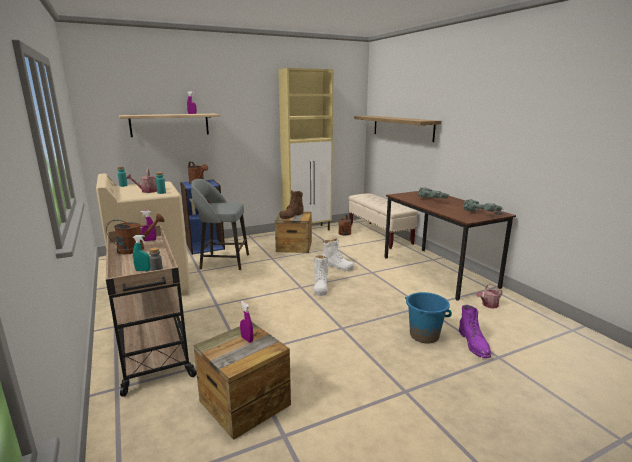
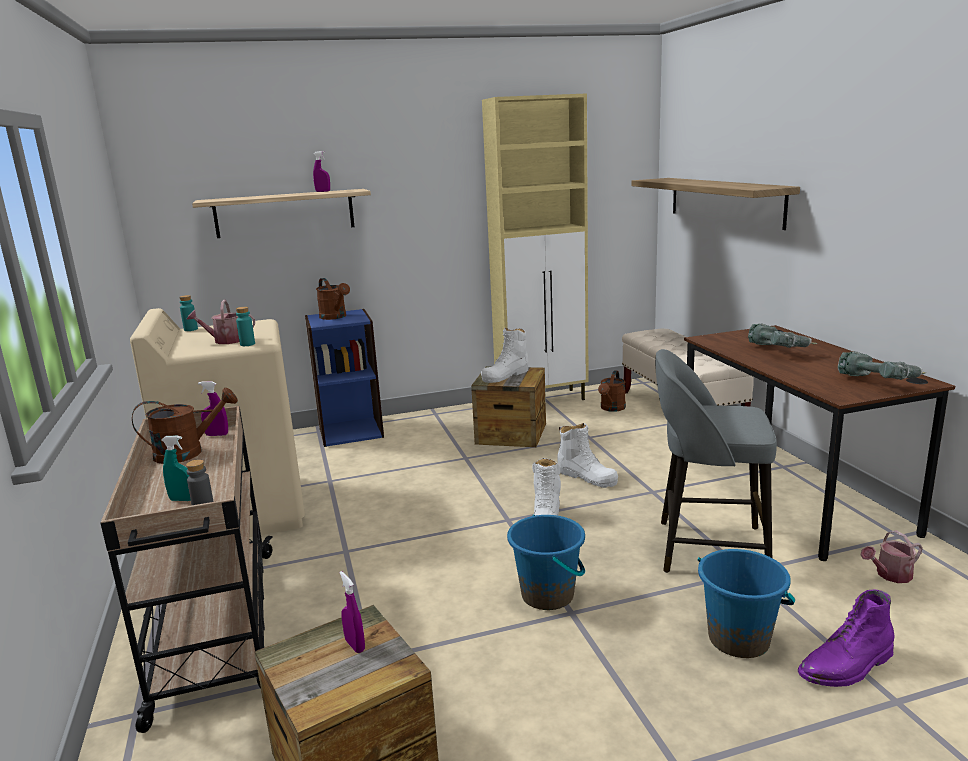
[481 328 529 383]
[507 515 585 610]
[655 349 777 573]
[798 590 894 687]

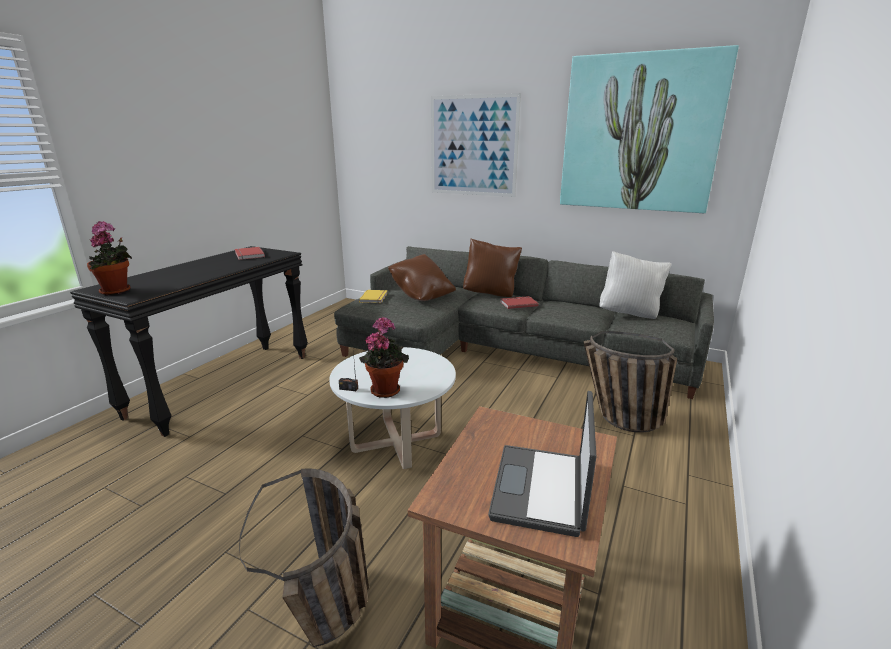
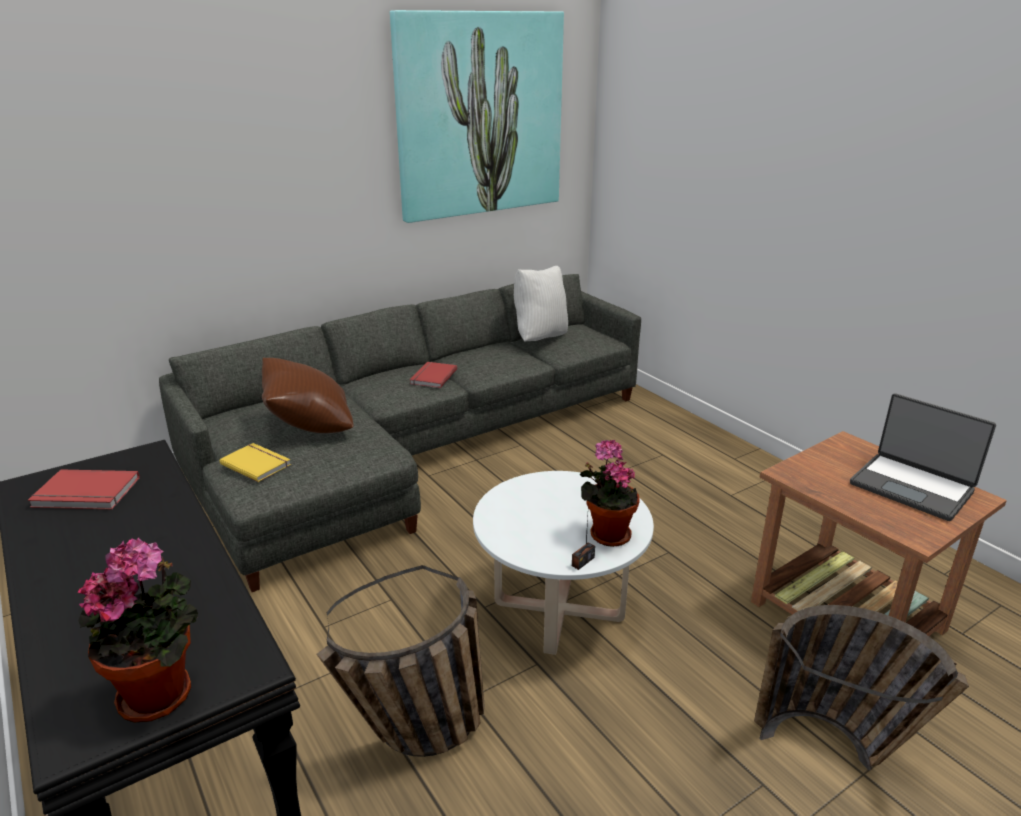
[316 565 484 757]
[431 93 521 197] (first image)
[463 238 522 297] (first image)

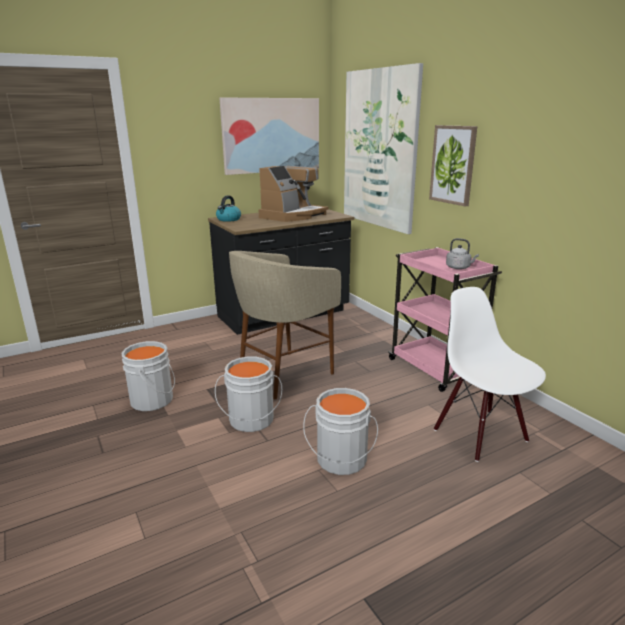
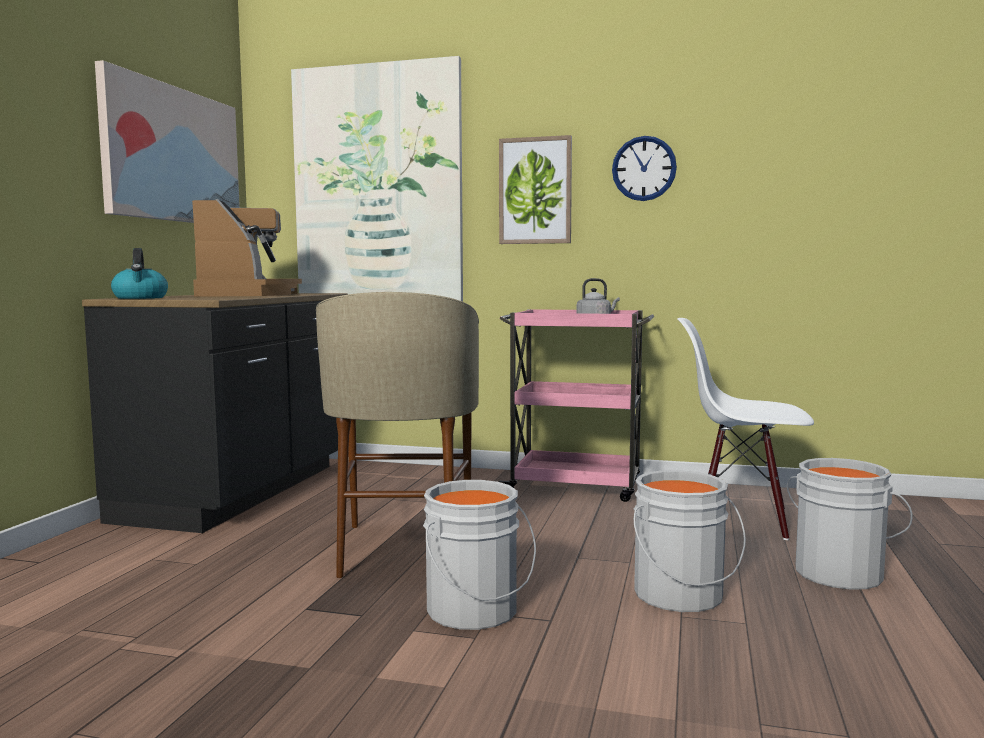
[612 136 677 201]
[787 458 913 590]

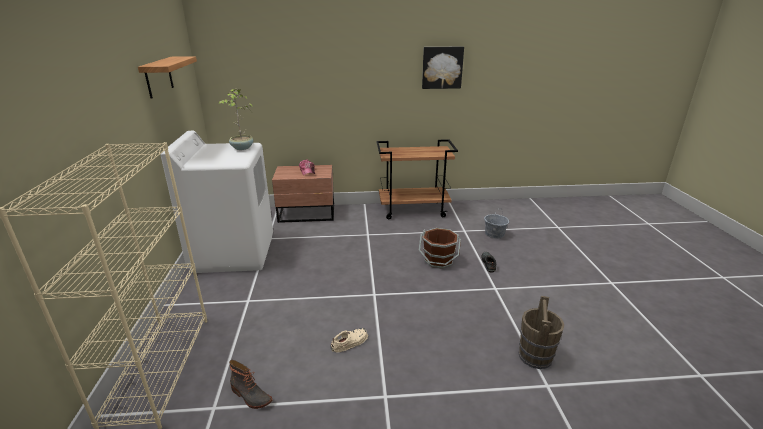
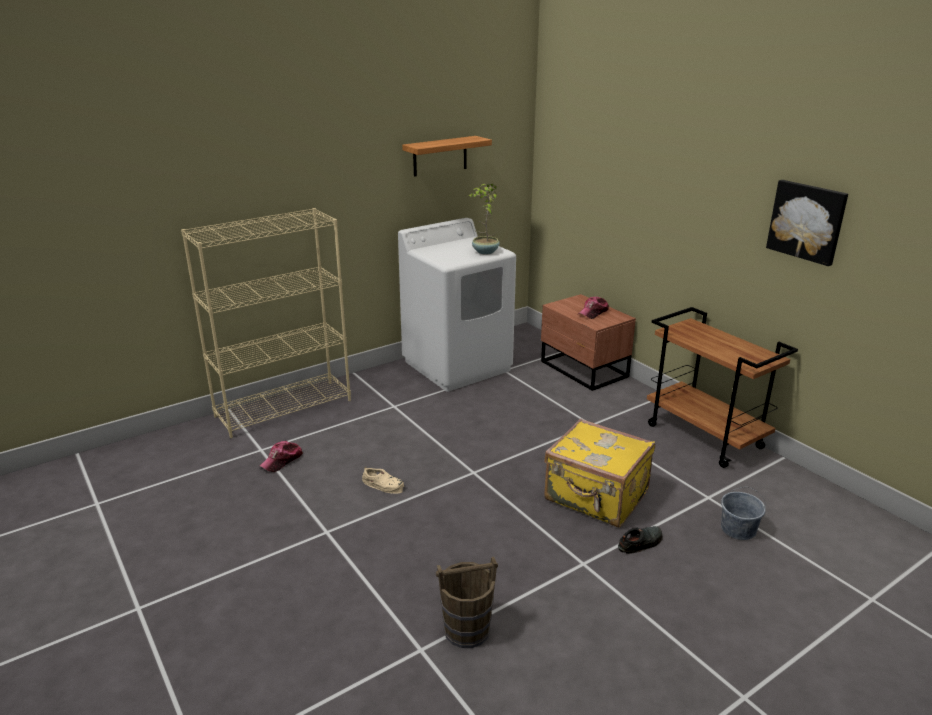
[260 441 303 472]
[544 418 655 528]

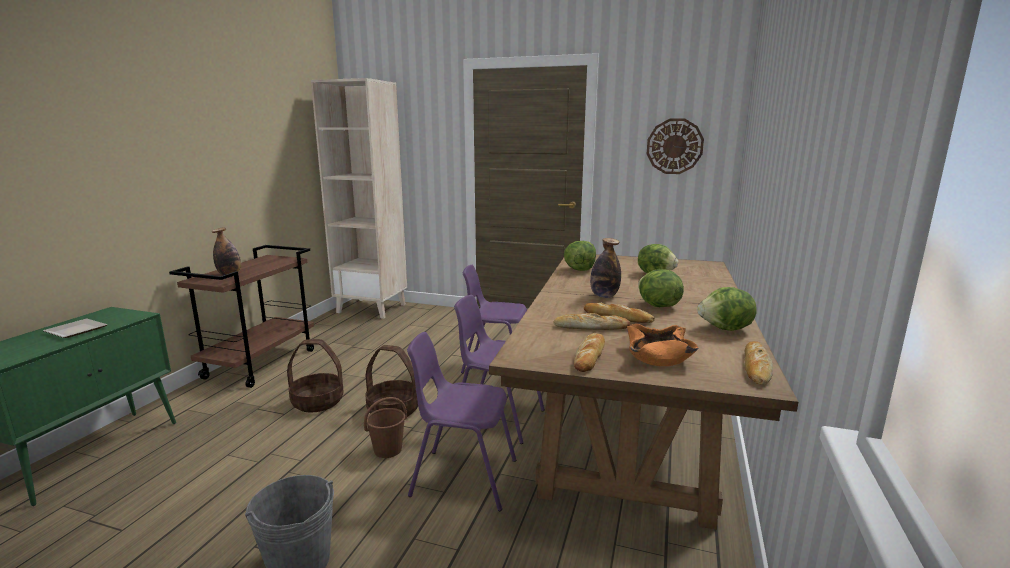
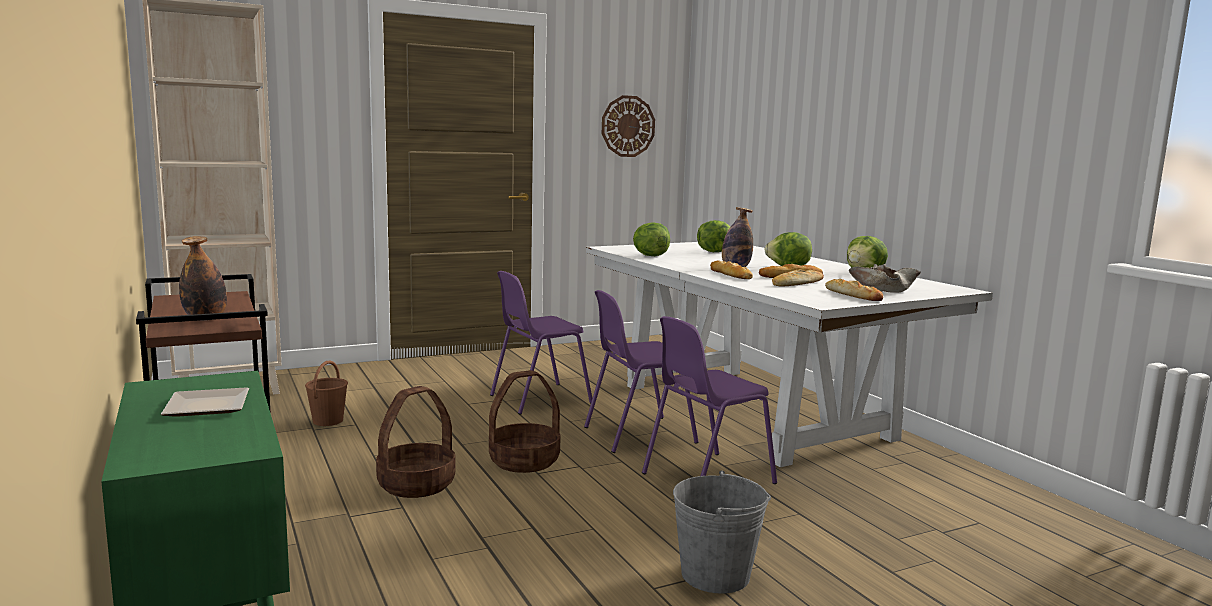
[305 360 348 426]
[586 242 993 467]
[710 260 753 279]
[849 264 921 293]

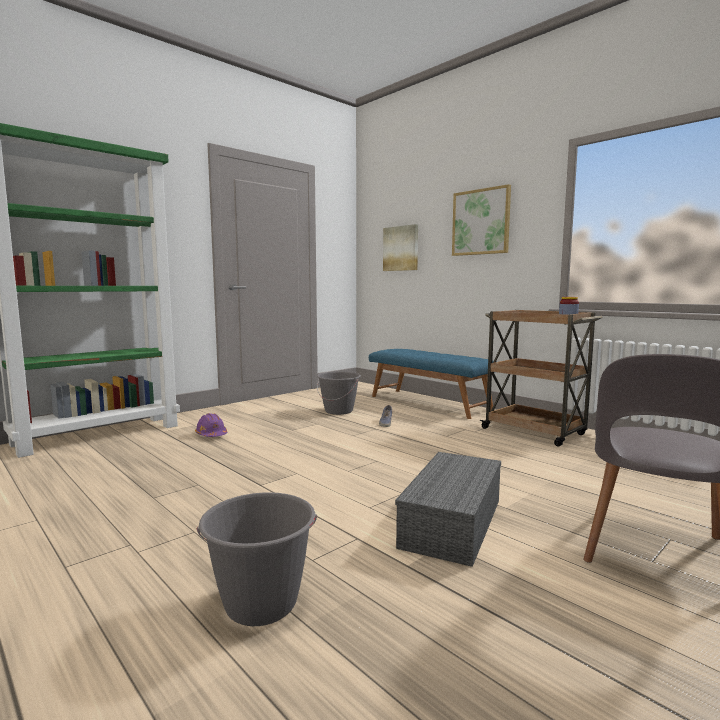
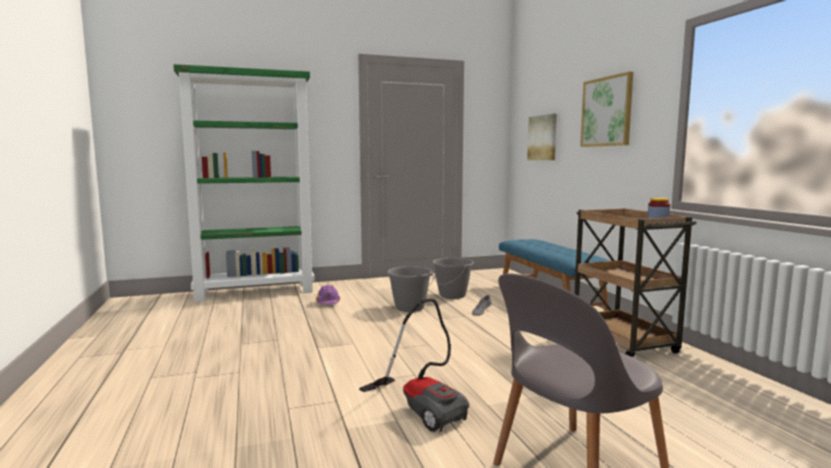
[359 298 469 432]
[387 266 434 312]

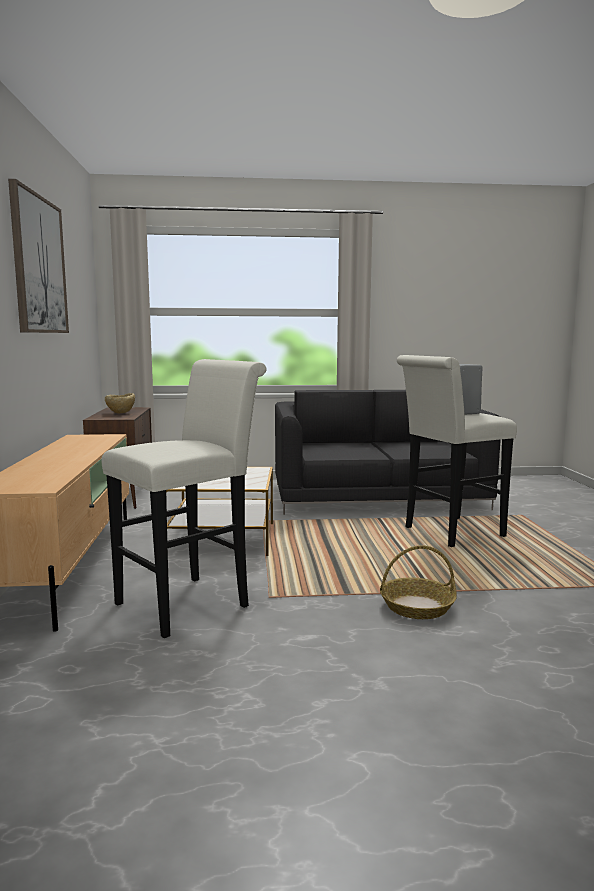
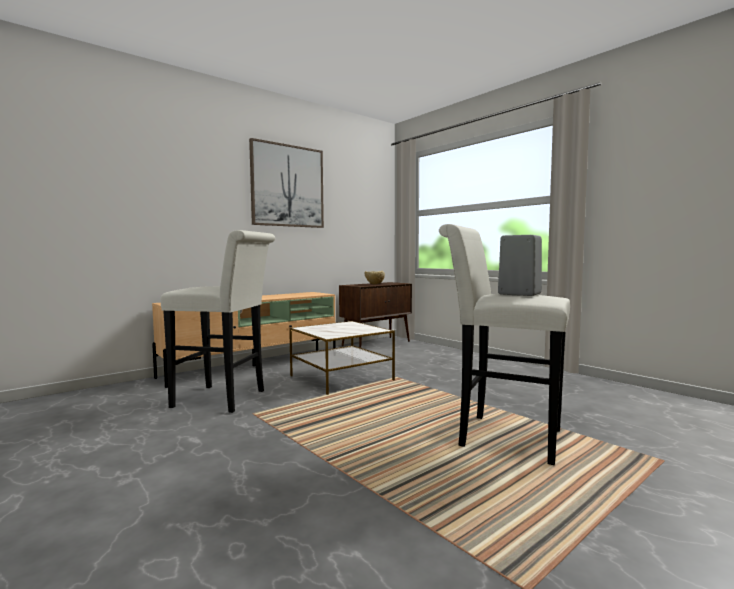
[275 390 501 515] (first image)
[380 545 457 619] (first image)

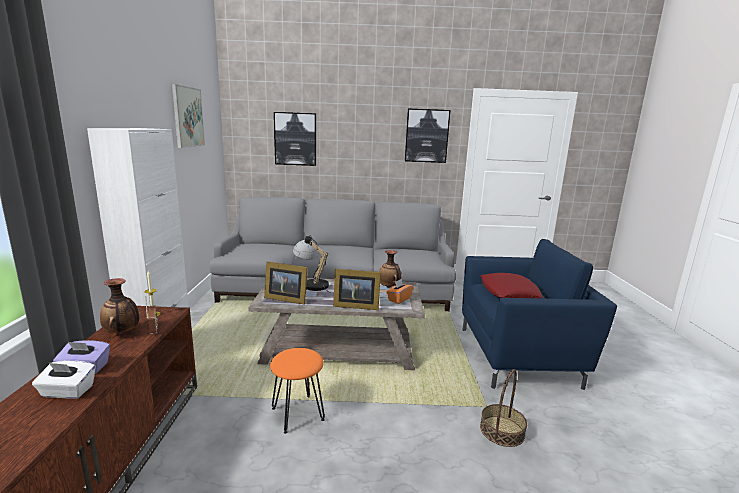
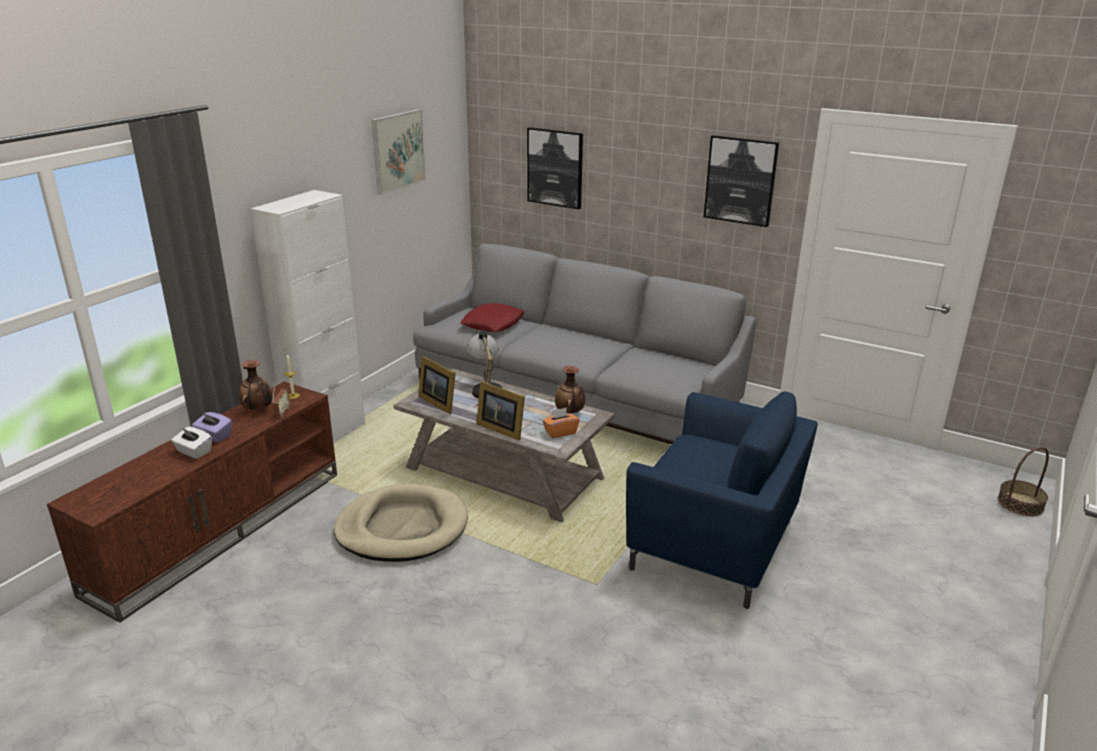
[334 484 468 562]
[460 303 524 332]
[997 447 1049 516]

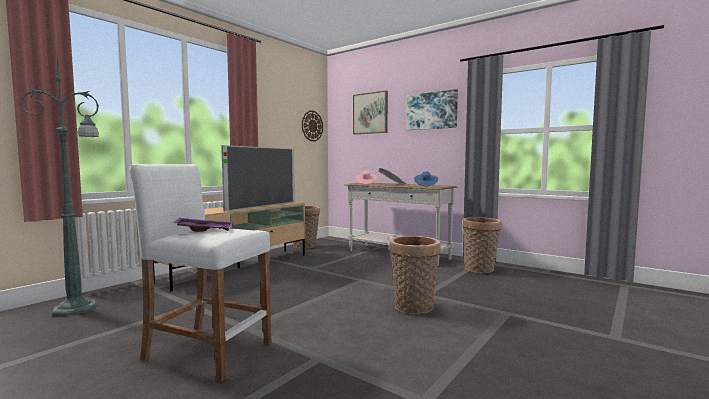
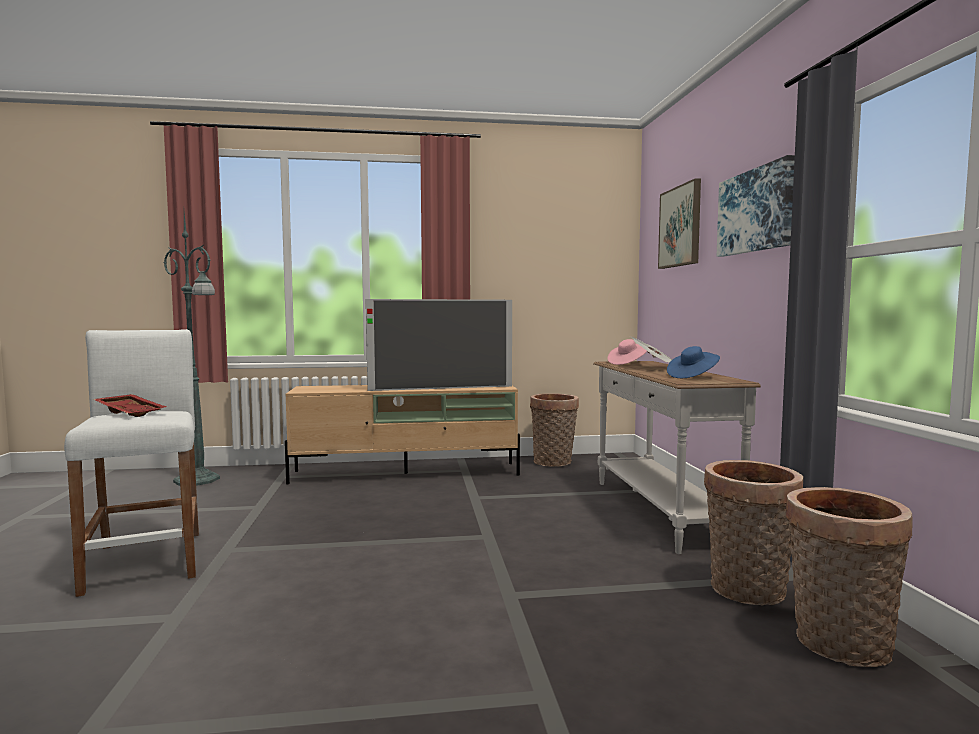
[94 394 167 417]
[785 487 913 667]
[302 110 323 141] (first image)

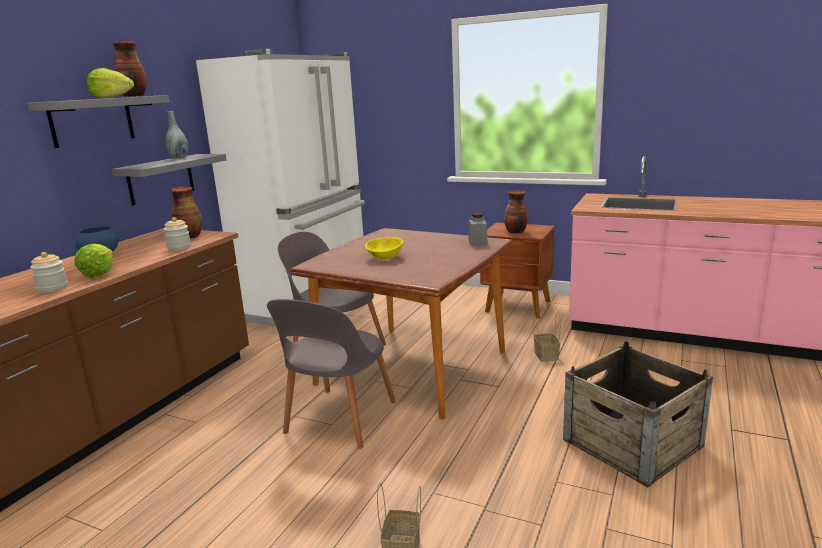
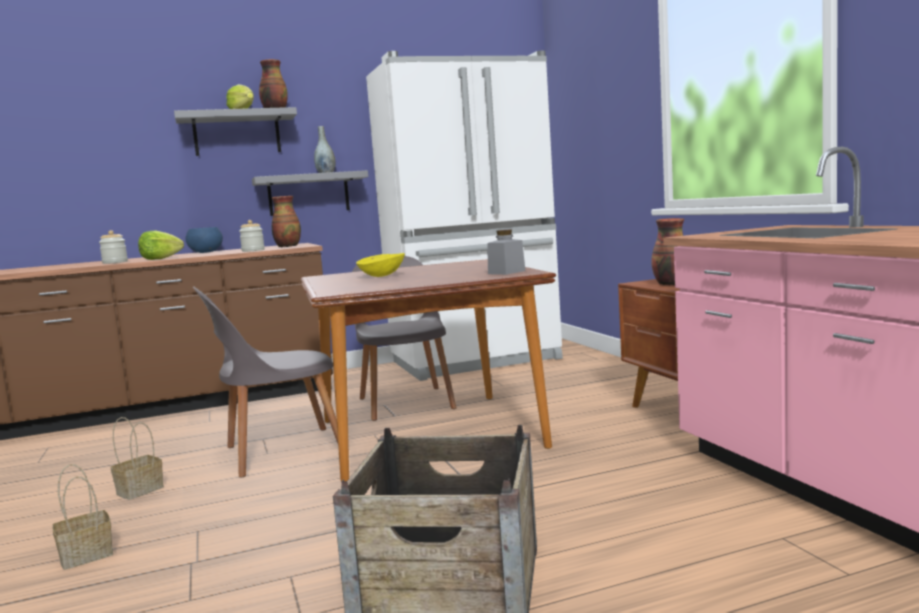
[111 417 164 500]

